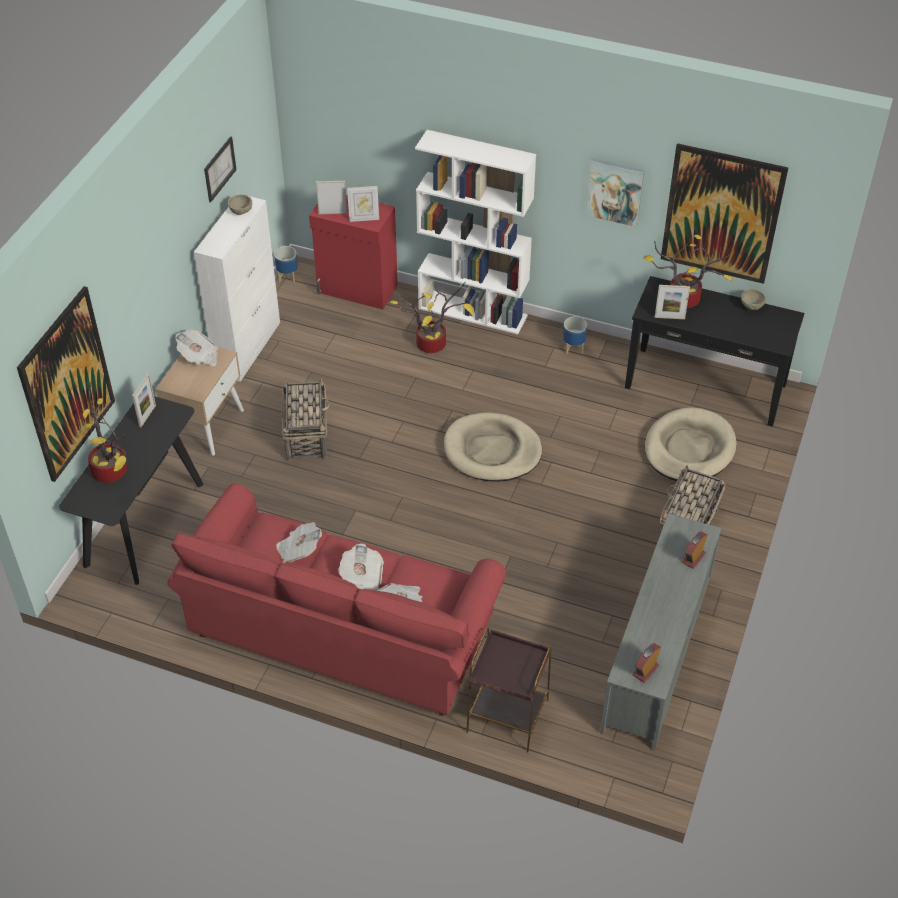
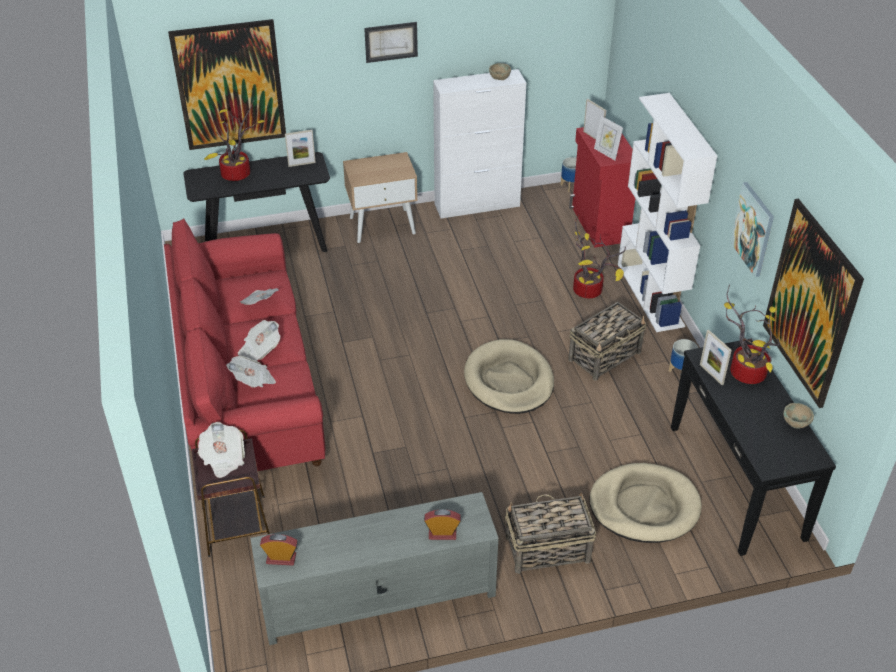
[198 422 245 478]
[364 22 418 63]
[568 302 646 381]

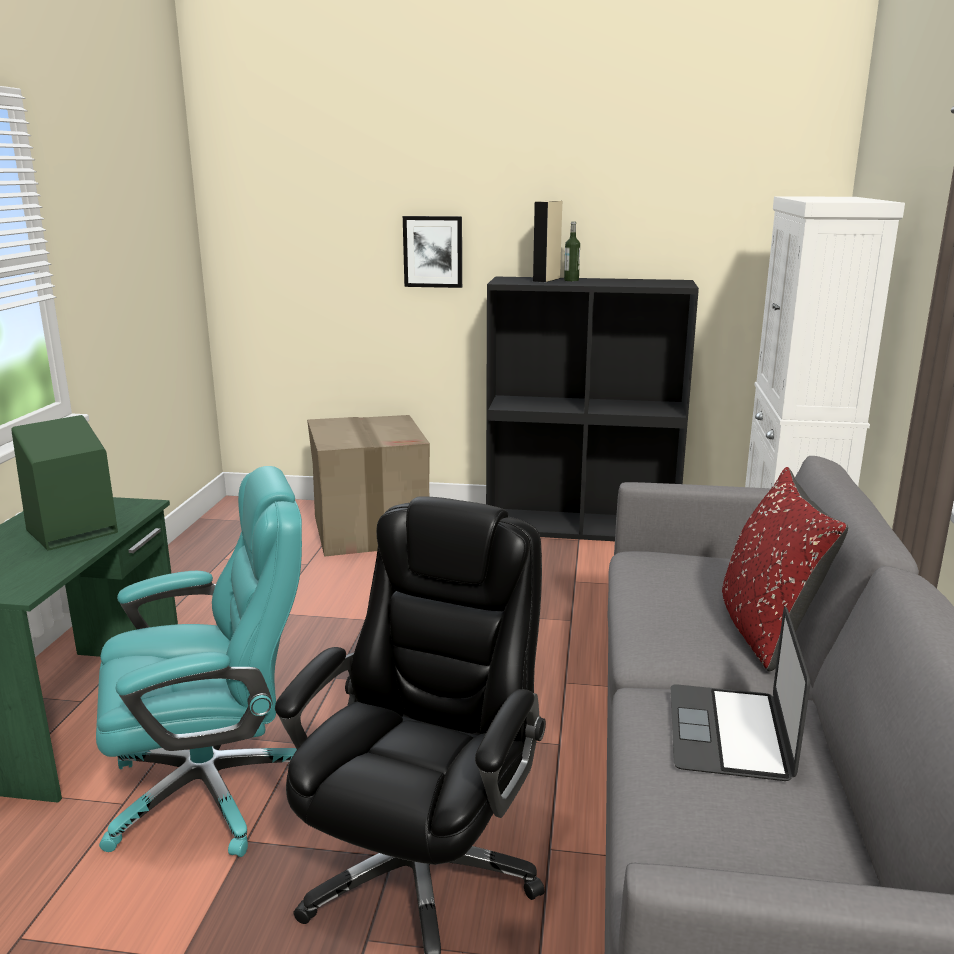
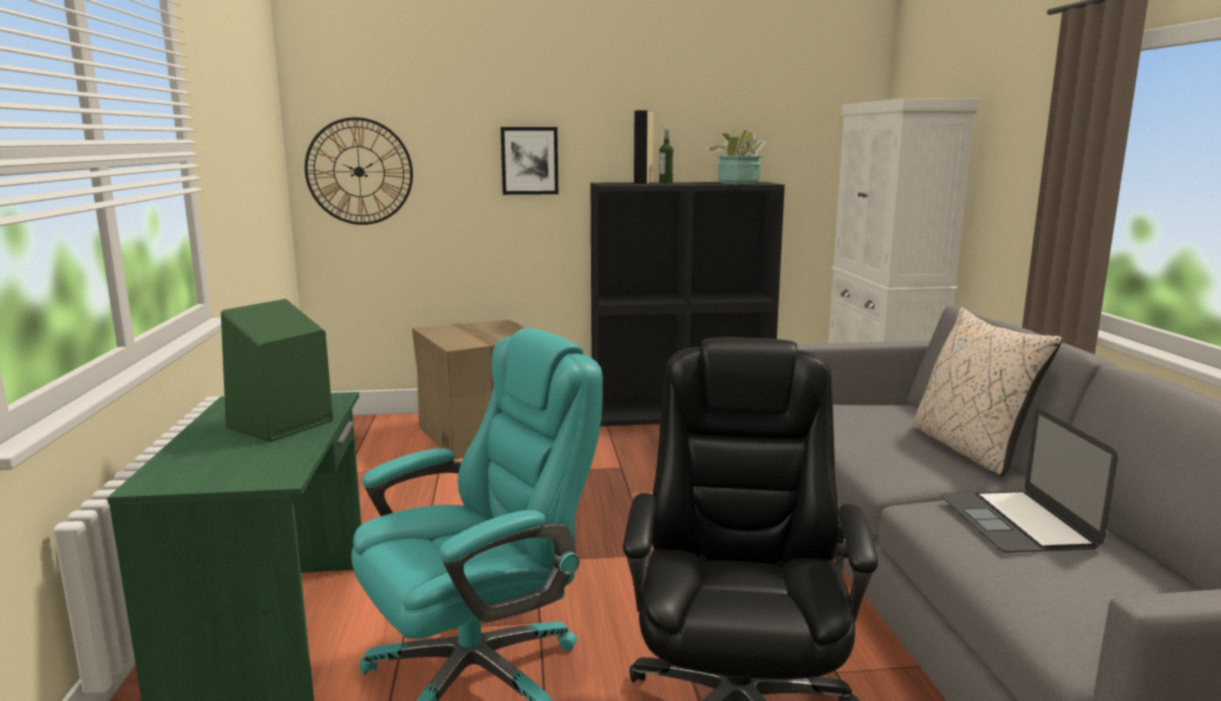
[305 117 413 225]
[704 129 766 184]
[912 307 1062 477]

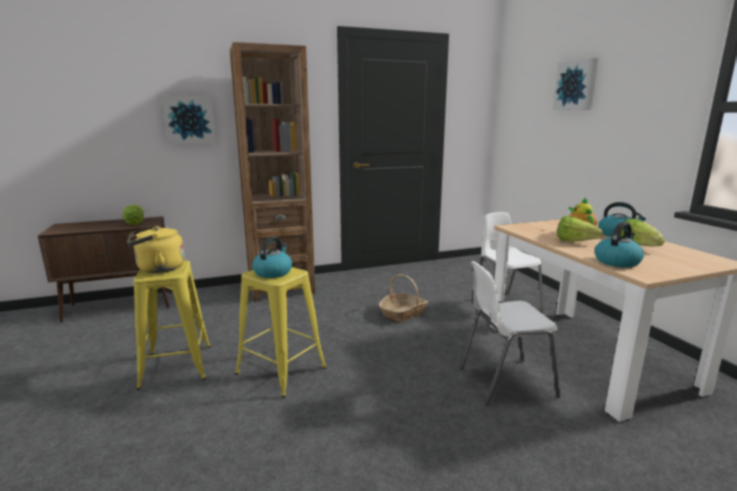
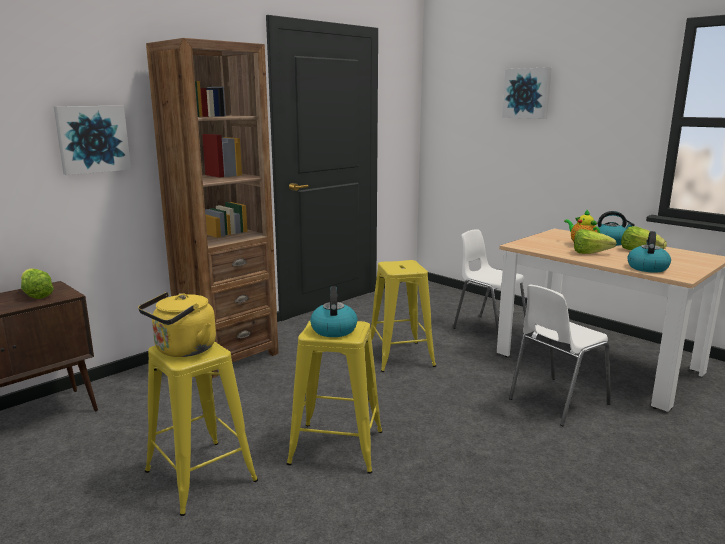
[370 260 436 372]

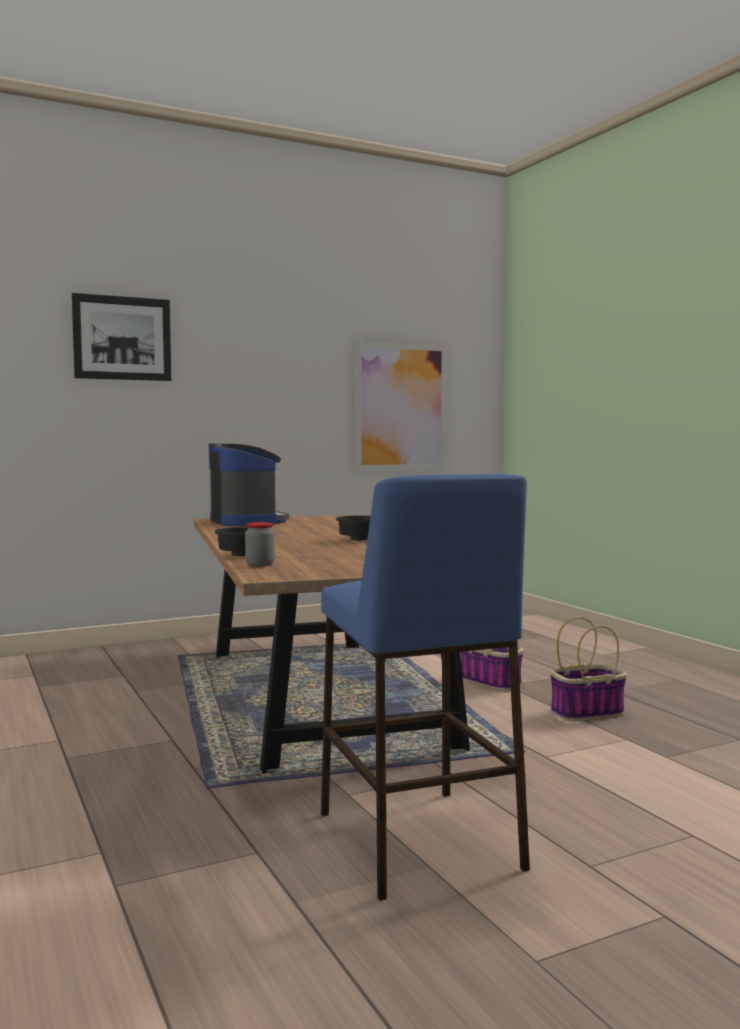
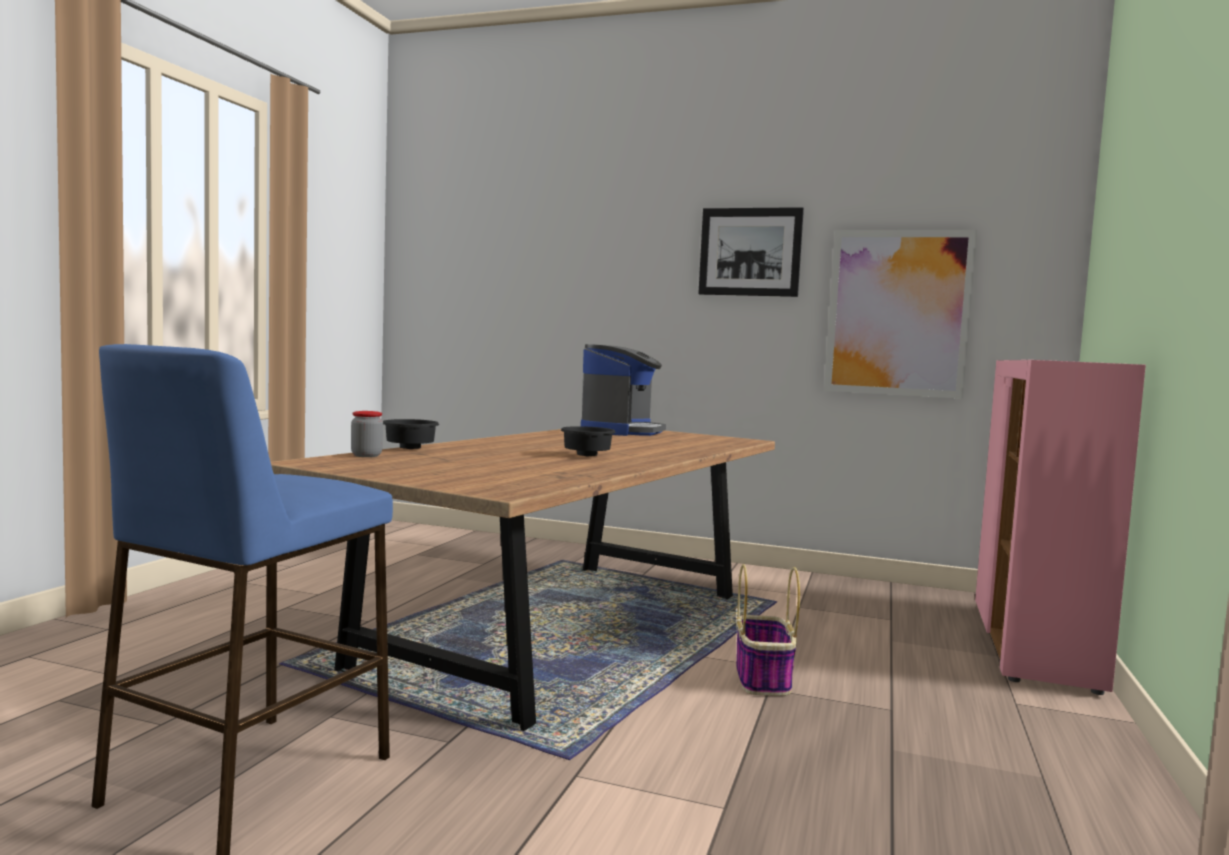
[698 207 804 297]
[975 360 1146 695]
[550 617 627 721] (first image)

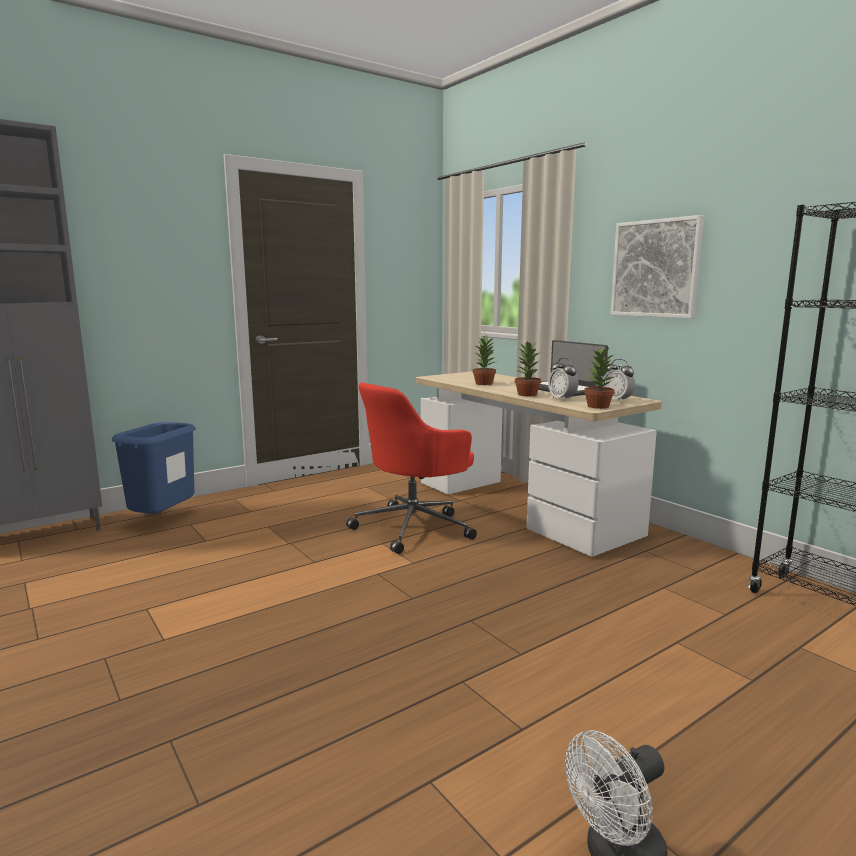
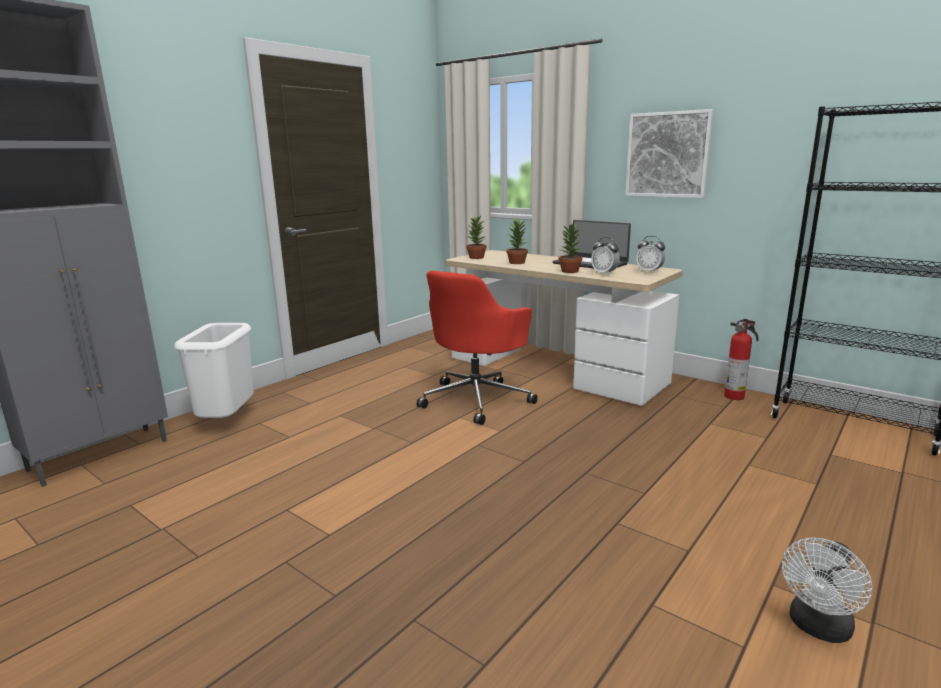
[174 323 254 418]
[466 216 487 259]
[724 319 759 400]

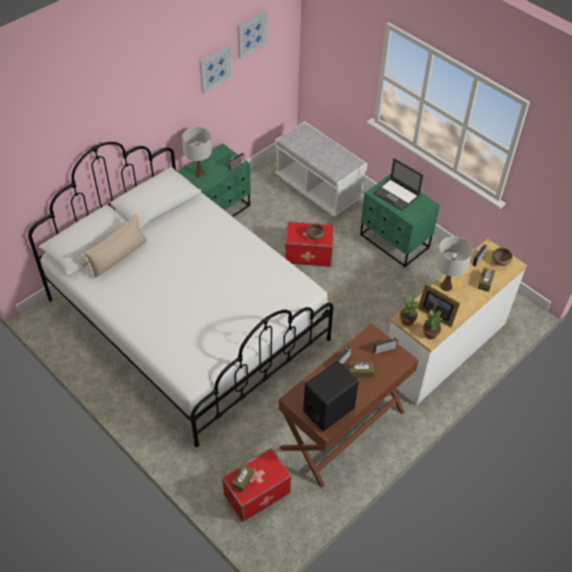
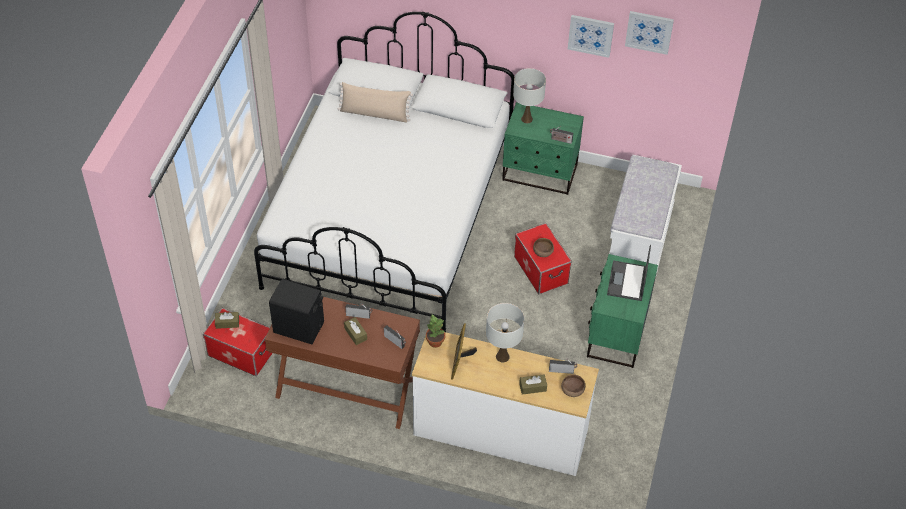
[423 310 443 339] (first image)

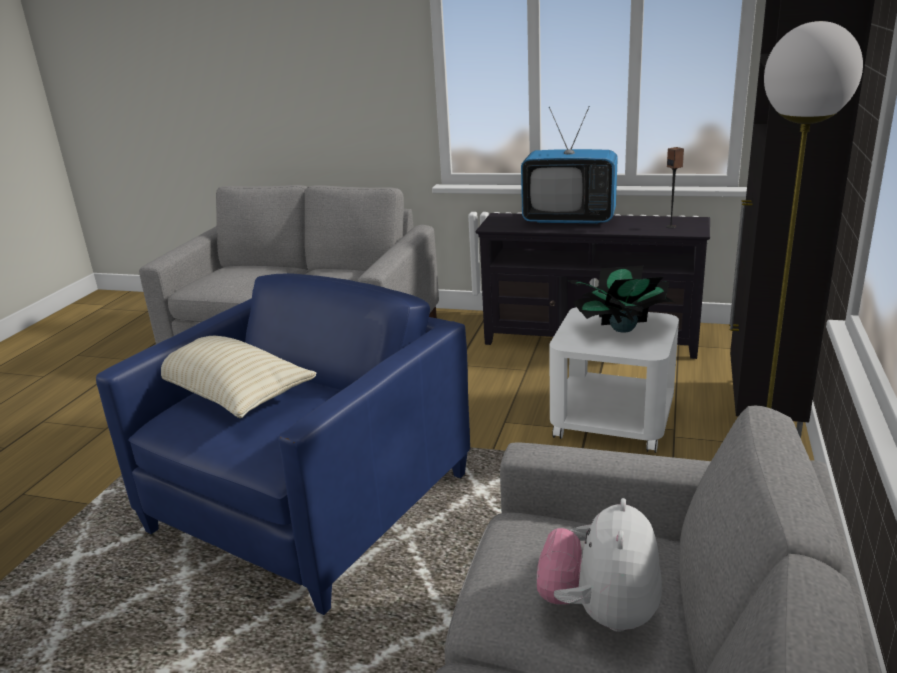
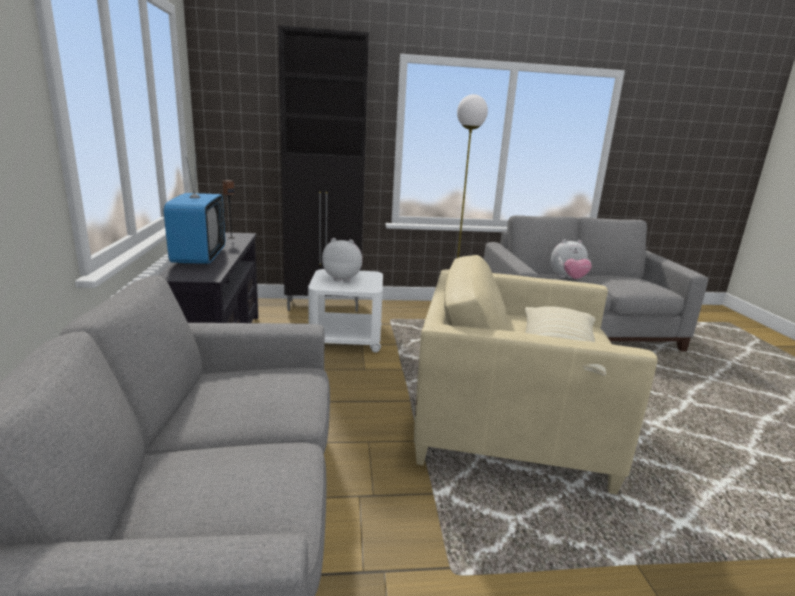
[322 238 363 282]
[414 255 658 495]

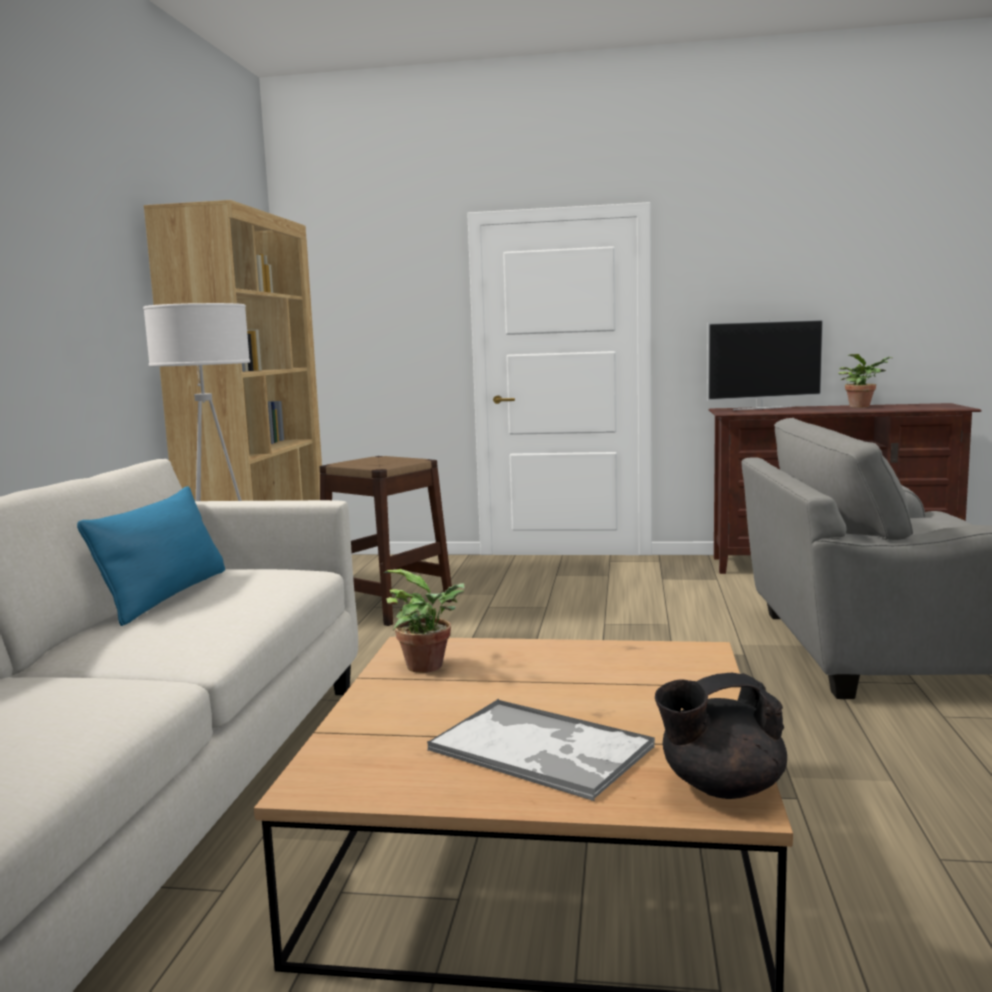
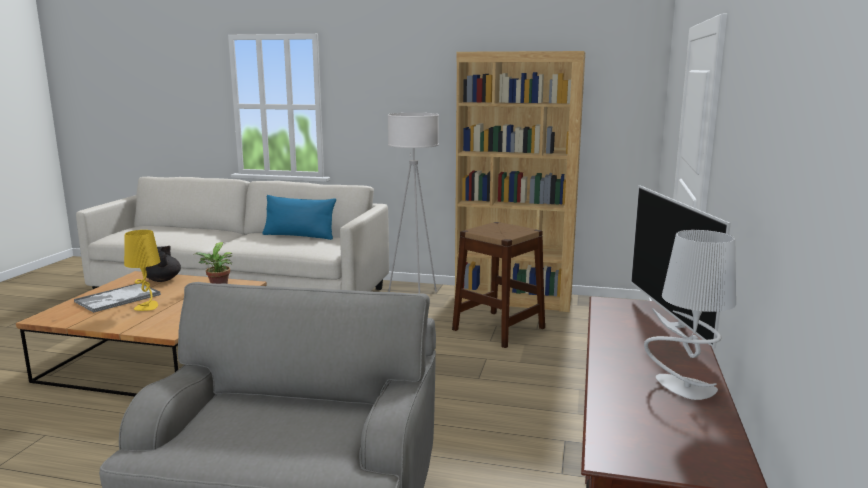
[124 230 160 311]
[146 246 181 282]
[644 230 736 400]

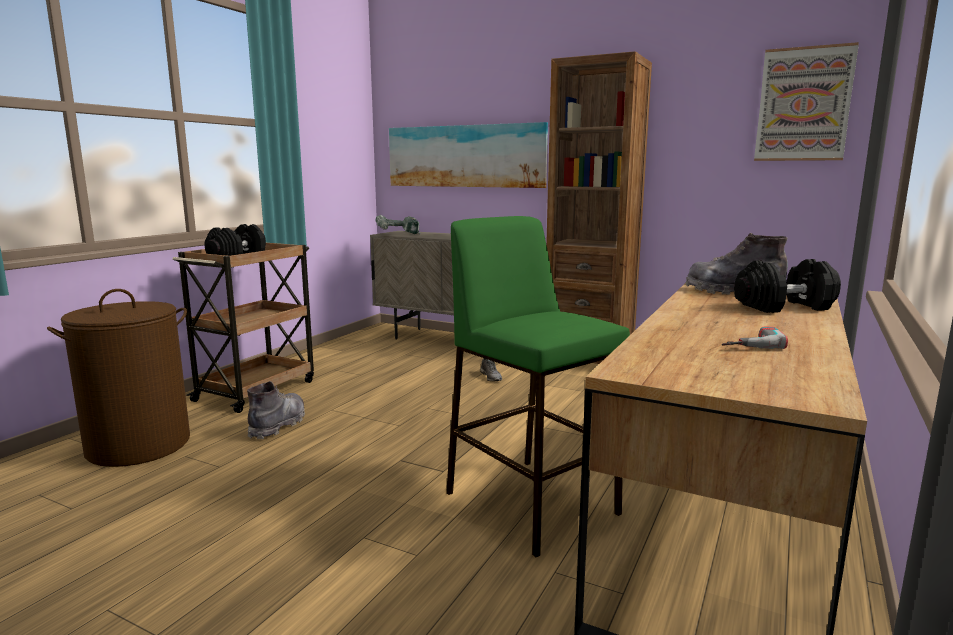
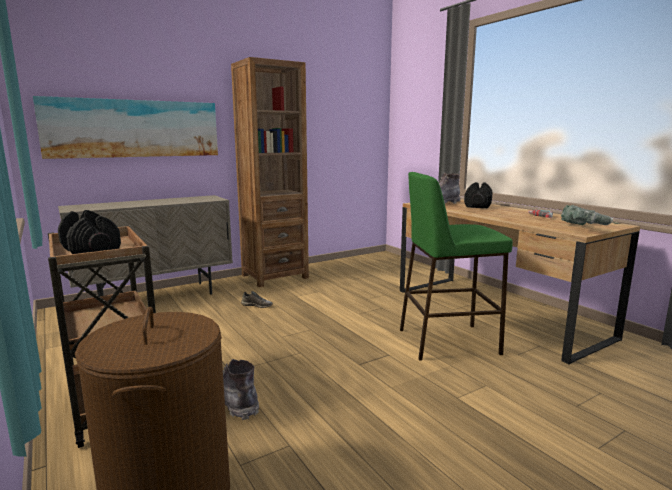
[561 205 620 225]
[754 42 859 161] (first image)

